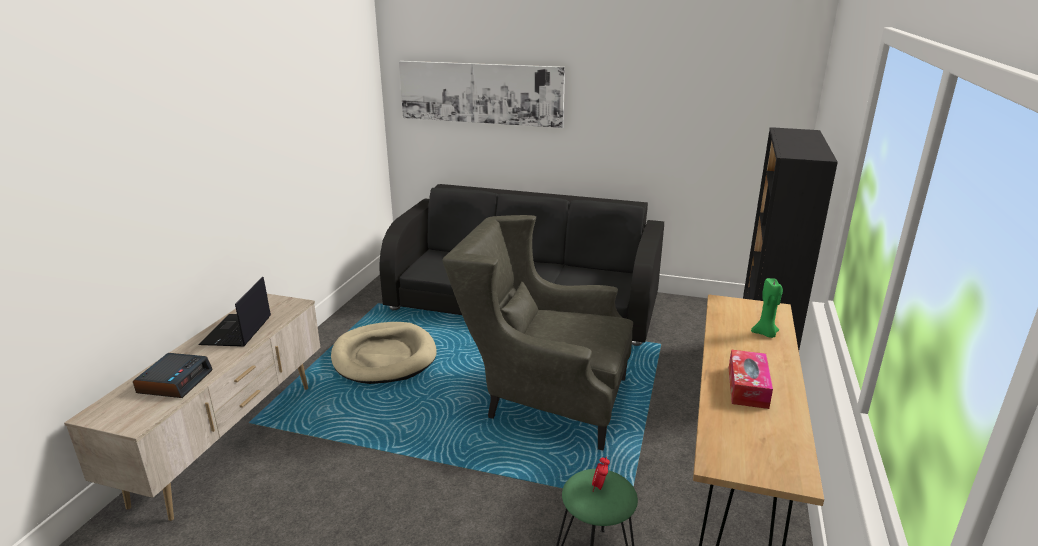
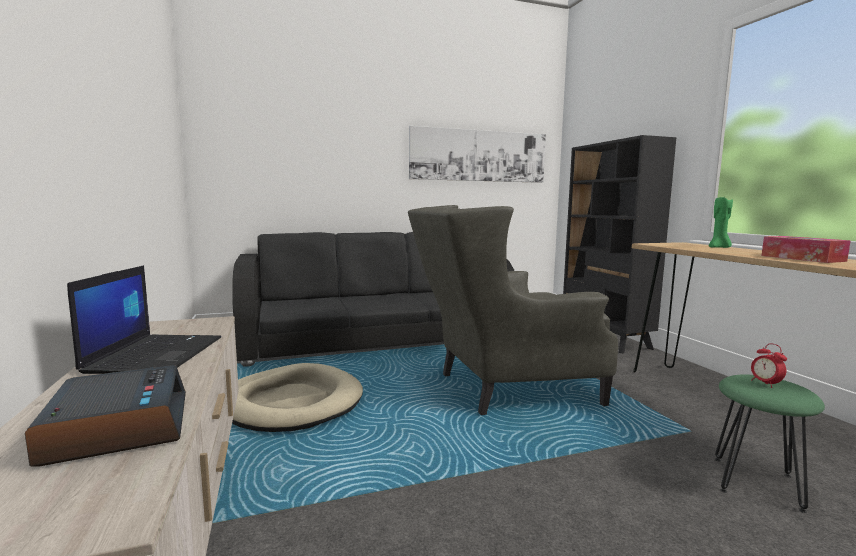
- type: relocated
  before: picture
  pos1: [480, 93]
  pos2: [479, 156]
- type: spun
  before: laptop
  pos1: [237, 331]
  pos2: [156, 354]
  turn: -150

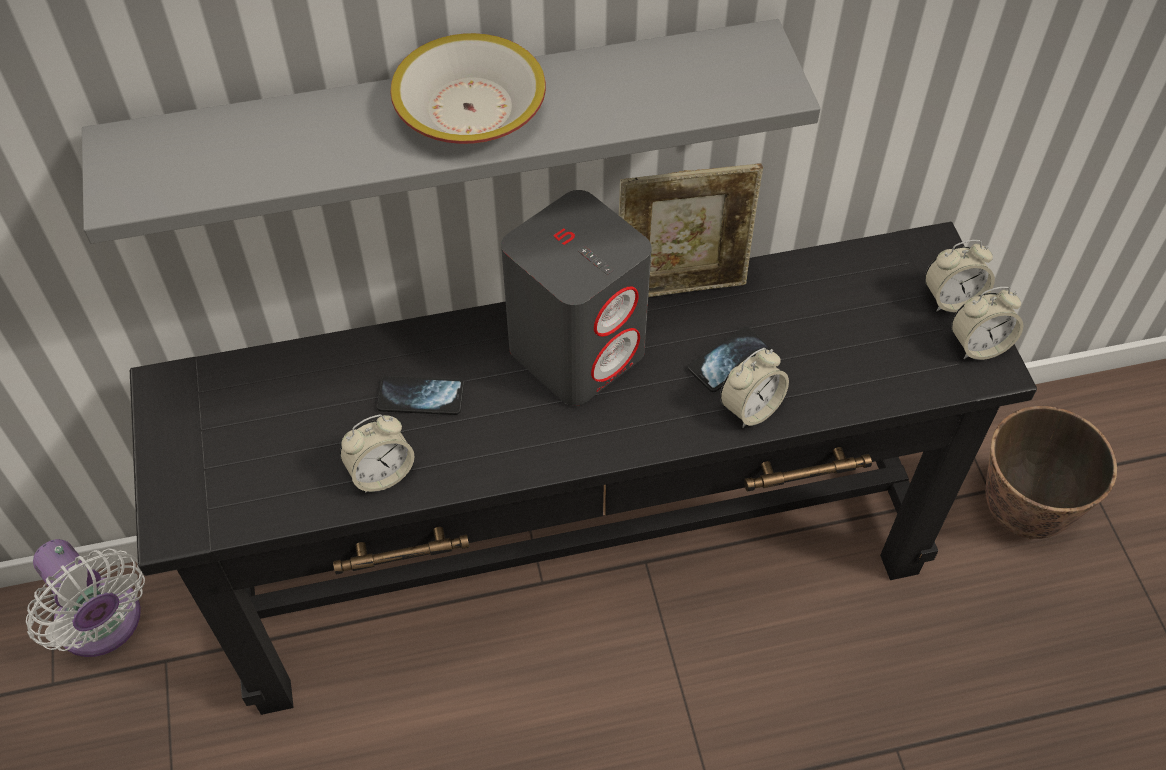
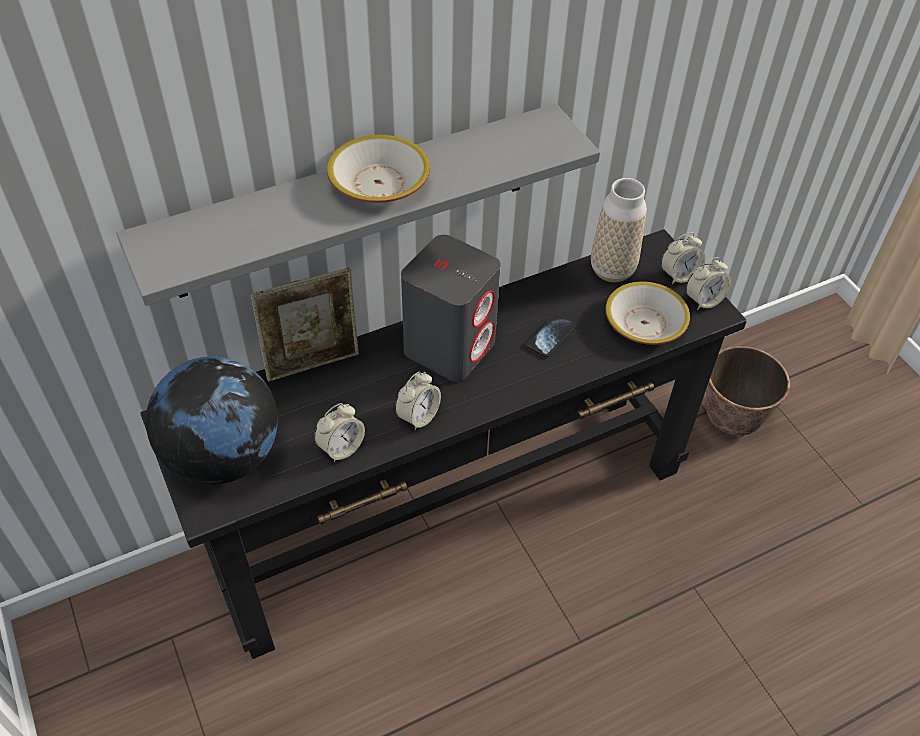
- type: relocated
  before: picture frame
  pos1: [681, 286]
  pos2: [313, 363]
- type: relocated
  before: alarm clock
  pos1: [750, 408]
  pos2: [418, 416]
- type: missing
  before: phone
  pos1: [421, 397]
- type: missing
  before: fan/white
  pos1: [103, 625]
- type: appeared
  after: vase
  pos2: [612, 270]
- type: appeared
  after: bowl
  pos2: [644, 323]
- type: appeared
  after: globe
  pos2: [223, 456]

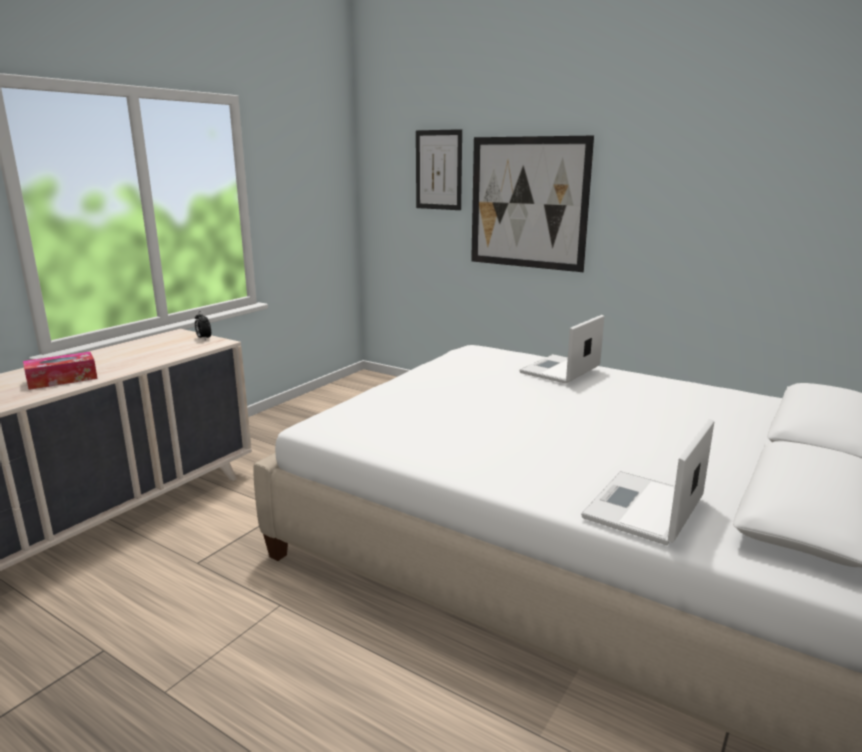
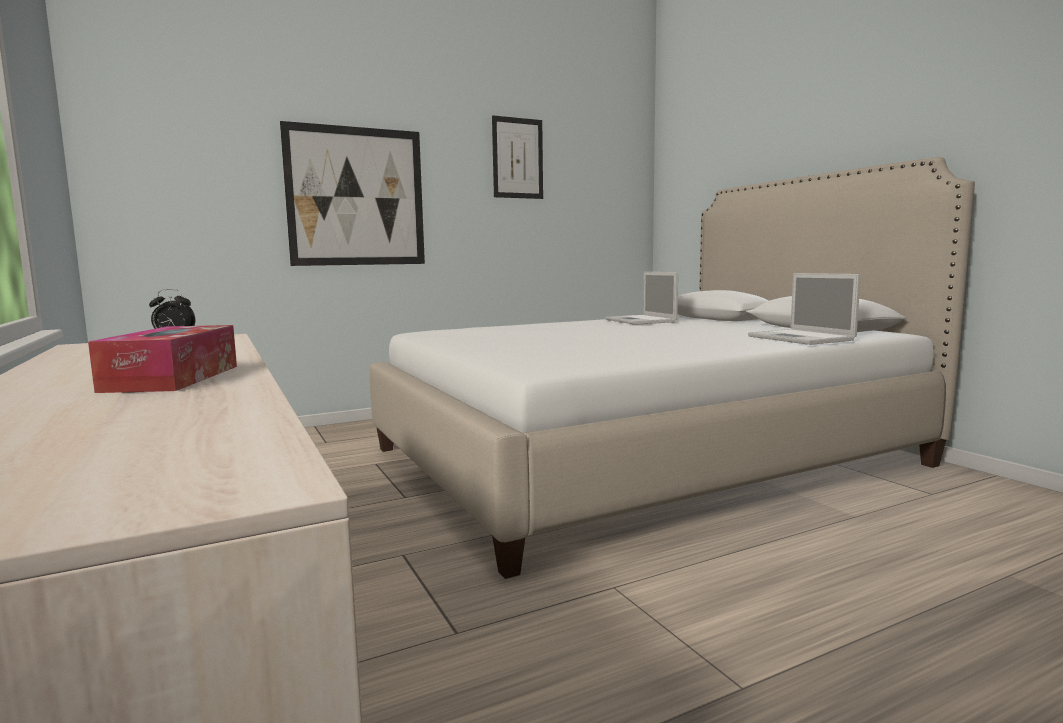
- type: relocated
  before: picture
  pos1: [438, 170]
  pos2: [517, 158]
- type: relocated
  before: laptop
  pos1: [559, 370]
  pos2: [641, 321]

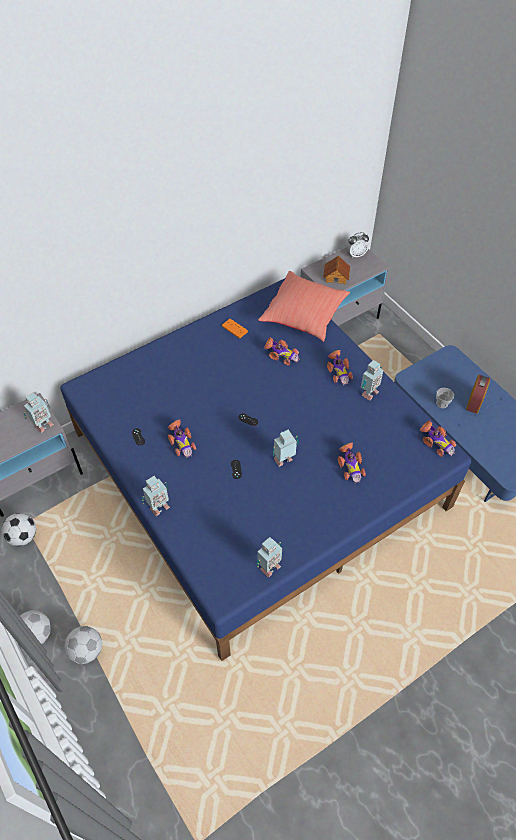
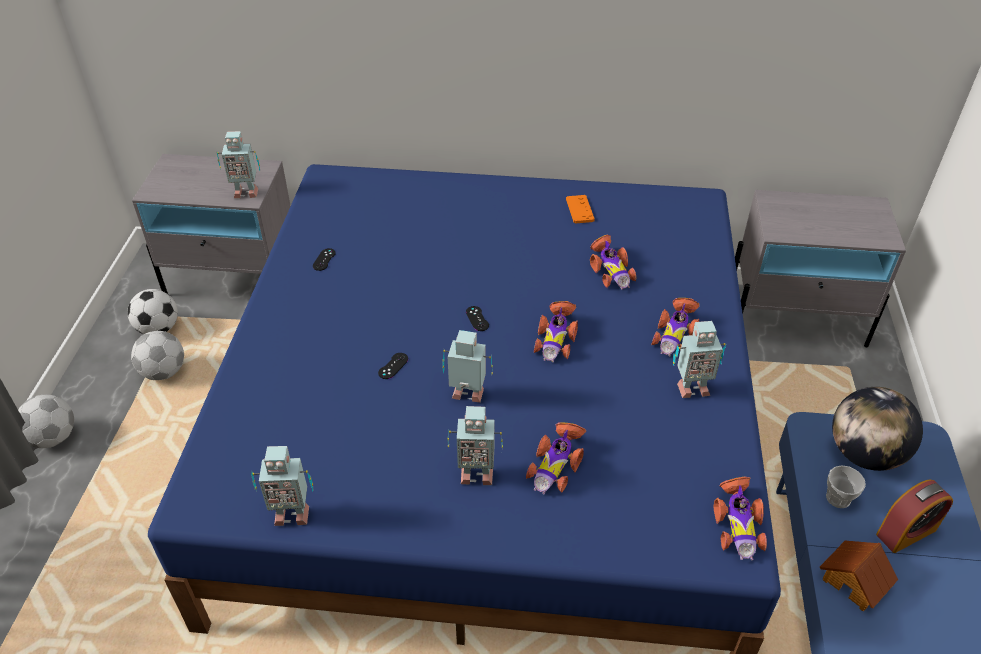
- type: missing
  before: alarm clock
  pos1: [356, 254]
- type: relocated
  before: toy house
  pos1: [336, 276]
  pos2: [855, 581]
- type: missing
  before: pillow/red
  pos1: [304, 316]
- type: relocated
  before: toy car
  pos1: [181, 442]
  pos2: [556, 338]
- type: relocated
  before: toy robot
  pos1: [158, 507]
  pos2: [475, 473]
- type: relocated
  before: football
  pos1: [86, 650]
  pos2: [164, 371]
- type: appeared
  after: globe
  pos2: [864, 454]

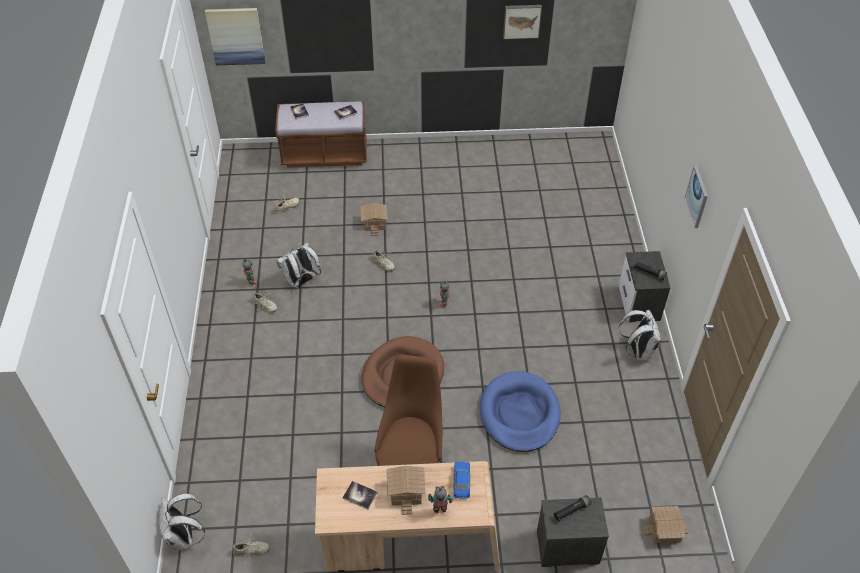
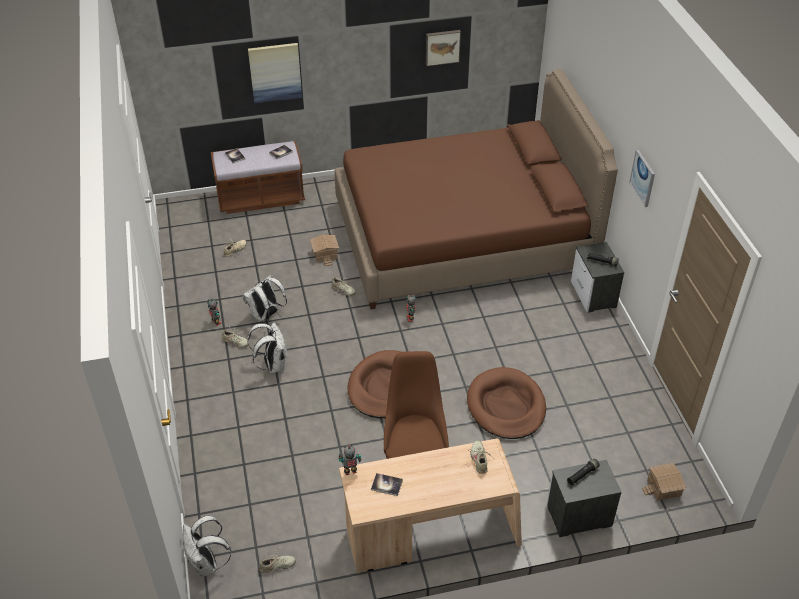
- type: relocated
  before: picture
  pos1: [236, 36]
  pos2: [275, 72]
- type: relocated
  before: backpack/white
  pos1: [638, 351]
  pos2: [272, 365]
- type: colour
  before: dog bed/blue
  after: dog bed/brown
  pos1: [519, 414]
  pos2: [506, 406]
- type: exchanged
  before: toy car/blue
  after: shoe/beige
  pos1: [461, 482]
  pos2: [479, 459]
- type: missing
  before: toy house
  pos1: [405, 491]
- type: relocated
  before: toy robot
  pos1: [440, 510]
  pos2: [350, 472]
- type: appeared
  after: bed/brown
  pos2: [462, 237]

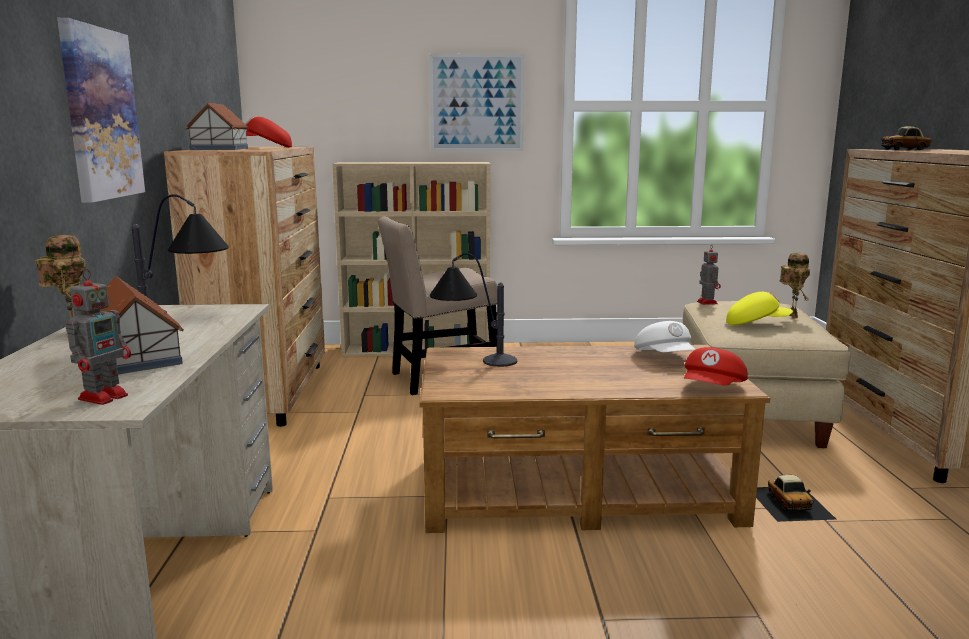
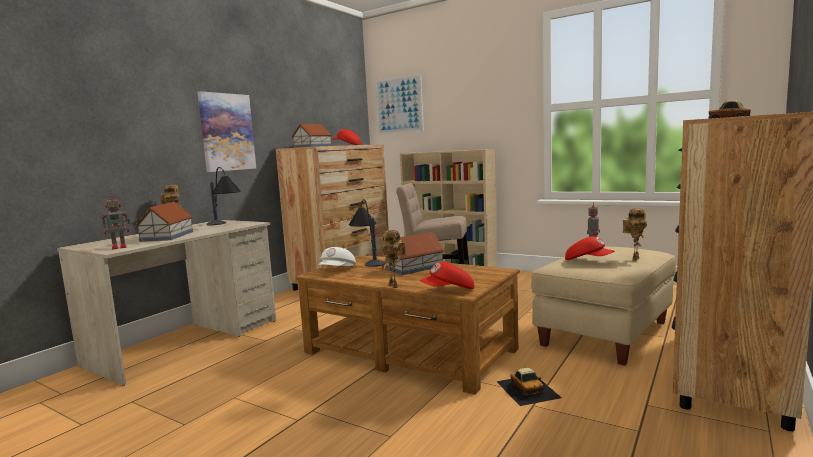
- type: relocated
  before: picture
  pos1: [477, 103]
  pos2: [399, 105]
- type: colour
  before: cap/yellow
  after: cap/red
  pos1: [756, 324]
  pos2: [588, 261]
- type: relocated
  before: cap/white
  pos1: [665, 357]
  pos2: [337, 270]
- type: spun
  before: toy car
  pos1: [790, 502]
  pos2: [528, 389]
  turn: -45
- type: appeared
  after: toy robot
  pos2: [395, 286]
- type: appeared
  after: toy house
  pos2: [415, 267]

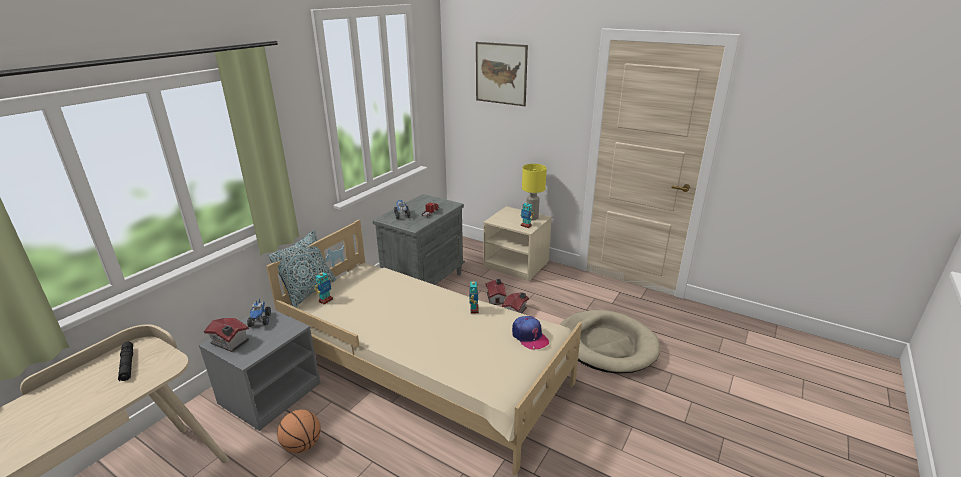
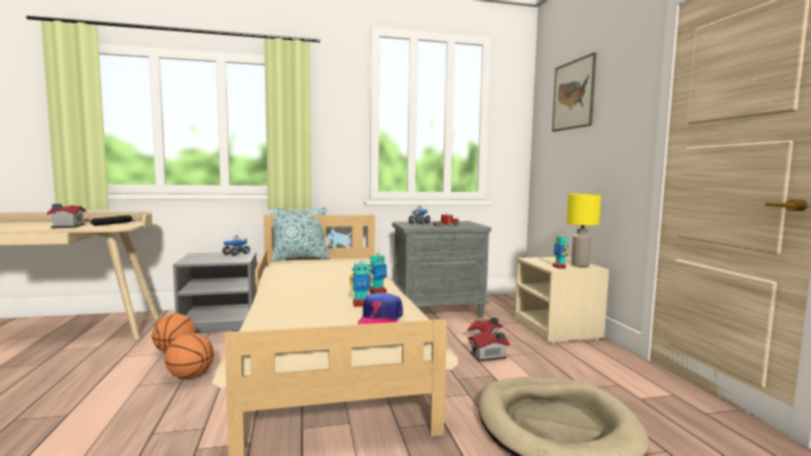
- type: relocated
  before: toy robot
  pos1: [325, 300]
  pos2: [361, 304]
- type: relocated
  before: toy house
  pos1: [229, 343]
  pos2: [67, 226]
- type: appeared
  after: basketball
  pos2: [190, 377]

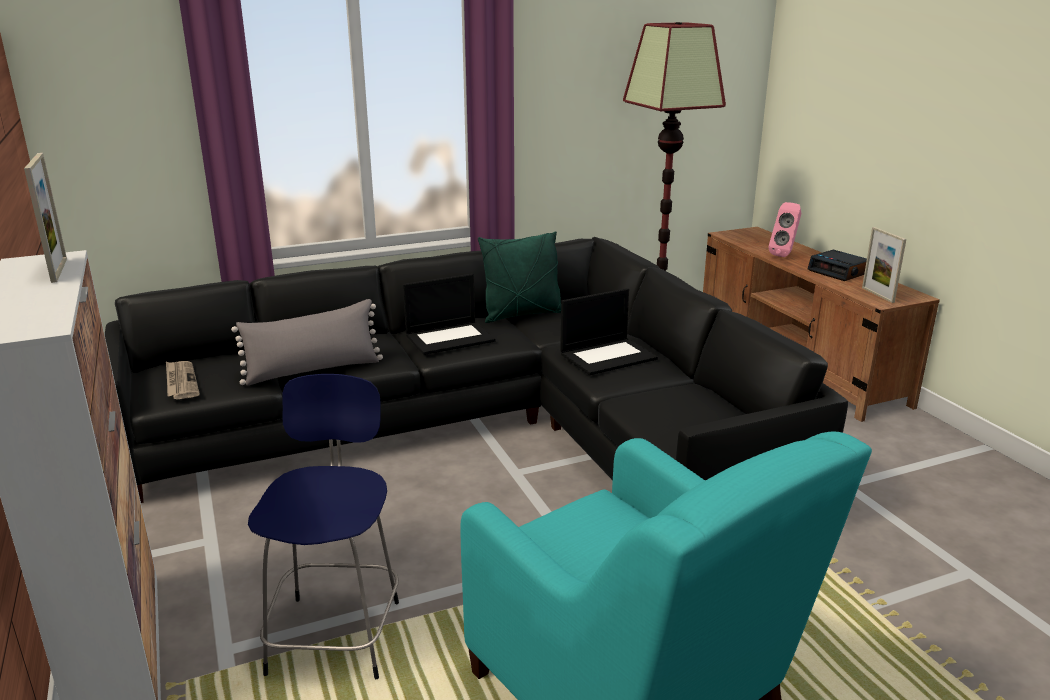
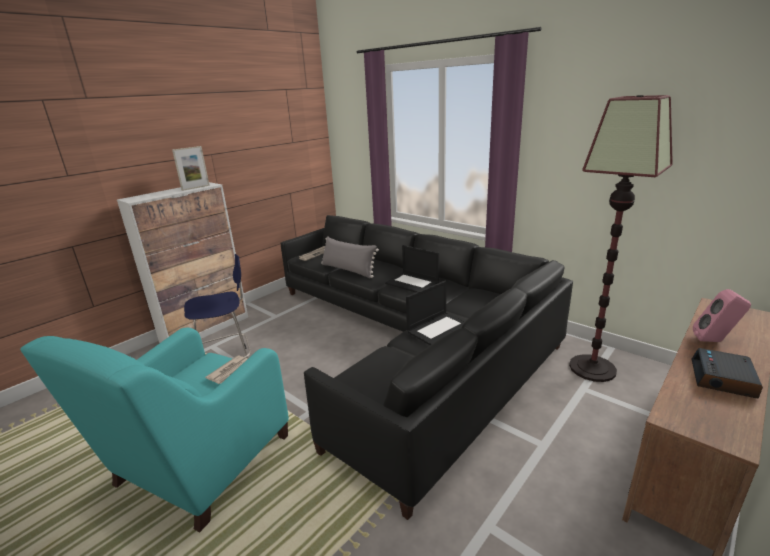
- type: missing
  before: picture frame
  pos1: [877, 295]
- type: missing
  before: pillow/green
  pos1: [522, 314]
- type: spun
  before: laptop
  pos1: [608, 356]
  pos2: [440, 329]
  turn: -75
- type: appeared
  after: newspaper
  pos2: [231, 371]

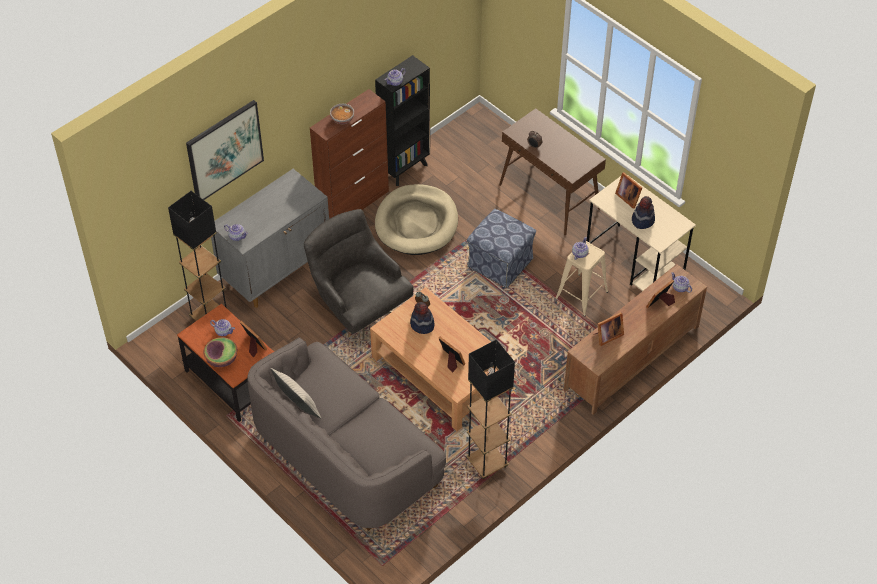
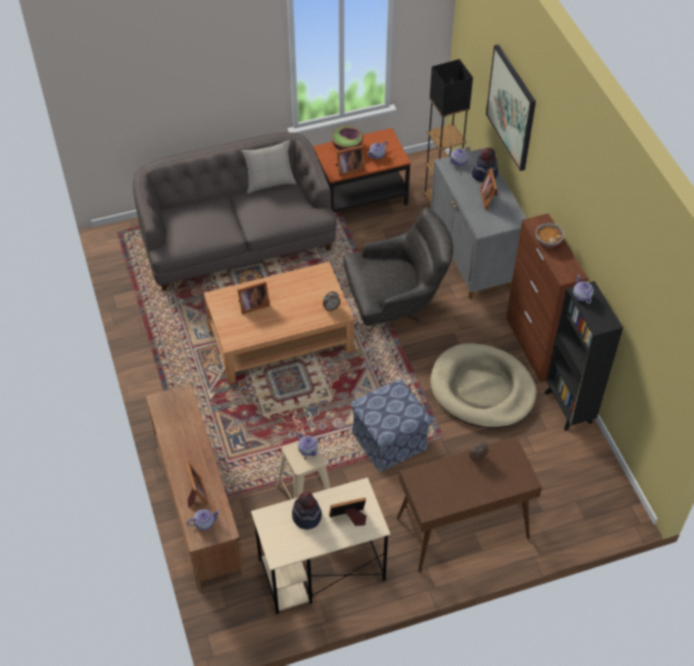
- type: relocated
  before: hat
  pos1: [422, 325]
  pos2: [484, 174]
- type: relocated
  before: picture frame
  pos1: [607, 336]
  pos2: [489, 198]
- type: missing
  before: floor lamp/black
  pos1: [487, 463]

